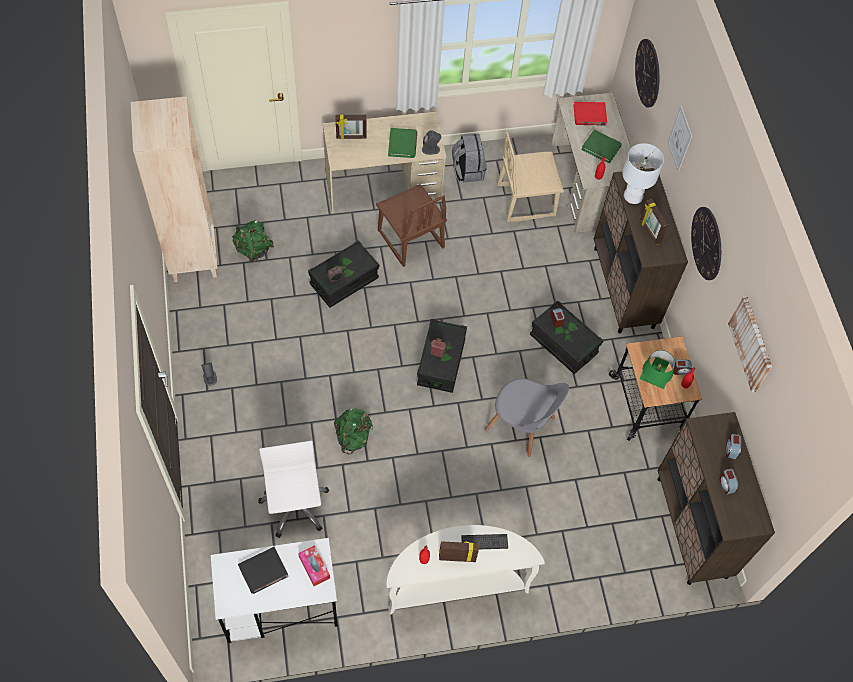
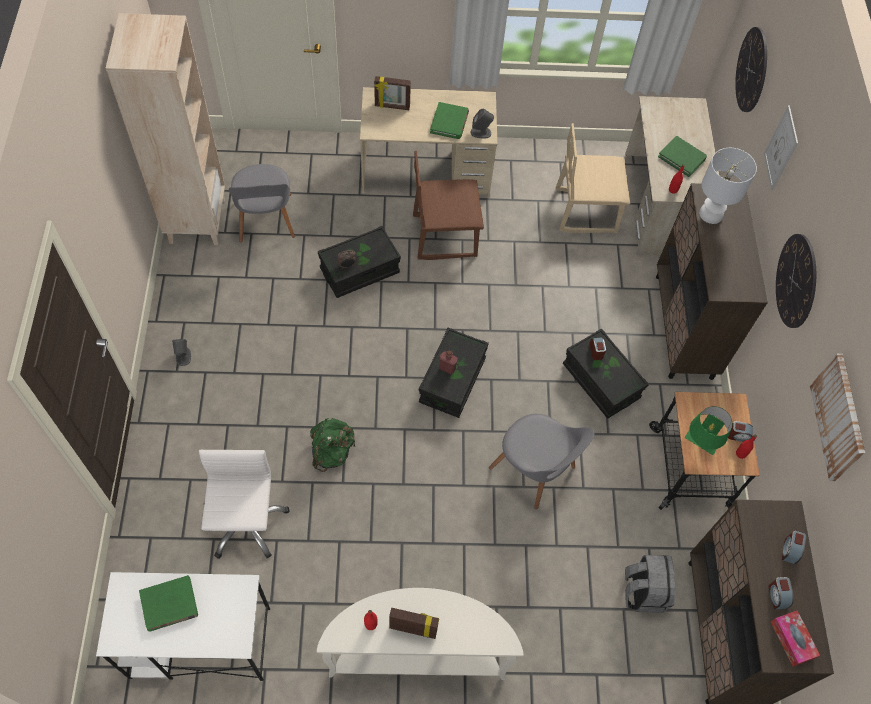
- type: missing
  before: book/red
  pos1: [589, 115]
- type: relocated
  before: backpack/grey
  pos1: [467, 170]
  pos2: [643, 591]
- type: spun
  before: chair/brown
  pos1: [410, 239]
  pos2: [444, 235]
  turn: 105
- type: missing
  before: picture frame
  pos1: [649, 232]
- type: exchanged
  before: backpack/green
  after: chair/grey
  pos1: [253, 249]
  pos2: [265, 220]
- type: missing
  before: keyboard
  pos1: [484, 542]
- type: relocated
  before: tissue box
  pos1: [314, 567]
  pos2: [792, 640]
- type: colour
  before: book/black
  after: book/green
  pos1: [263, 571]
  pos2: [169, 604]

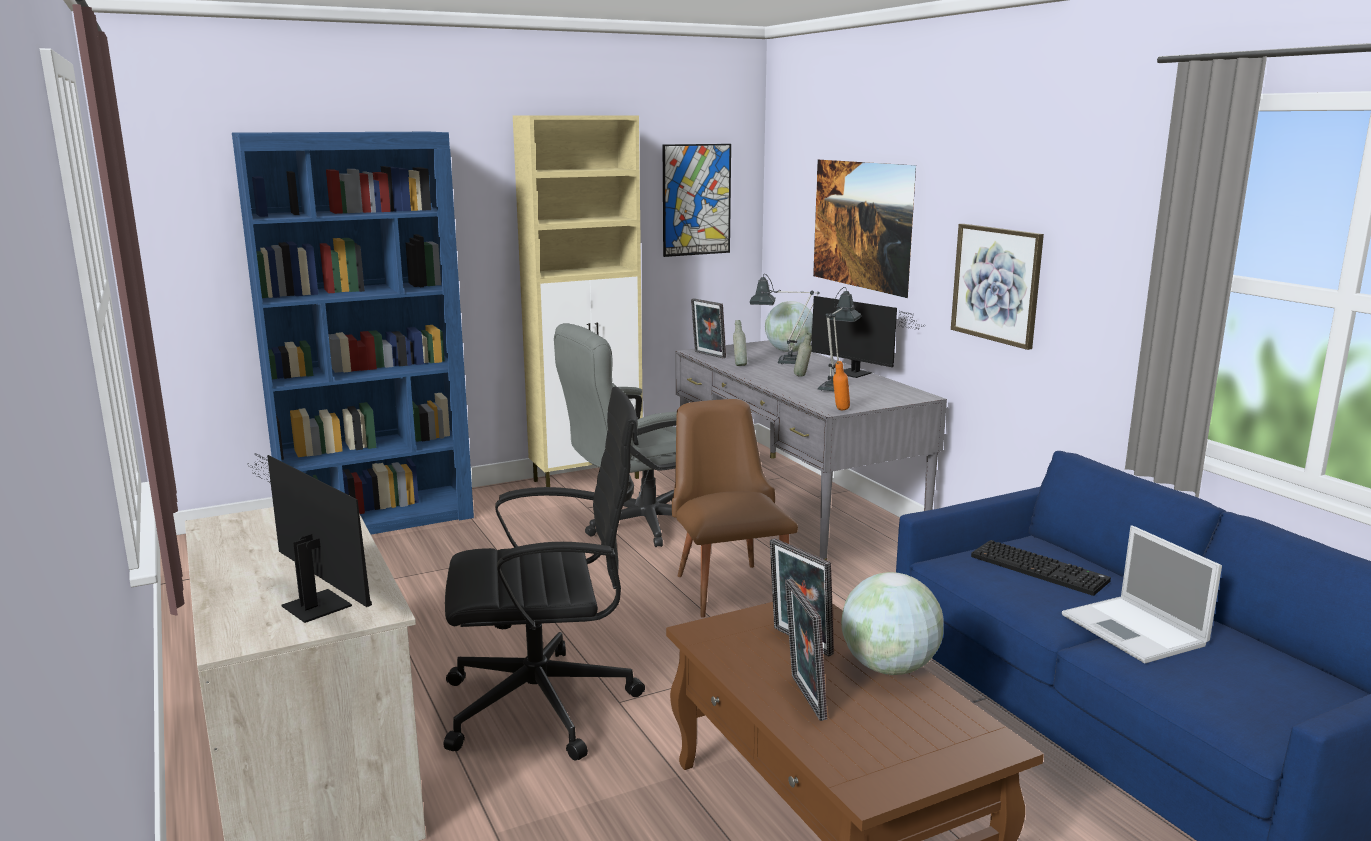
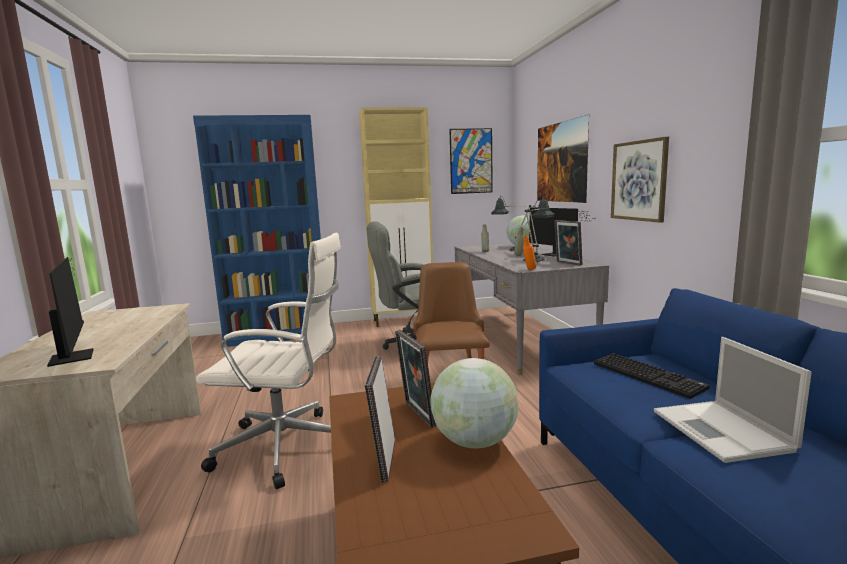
- type: relocated
  before: picture frame
  pos1: [708, 355]
  pos2: [567, 263]
- type: colour
  before: office chair/black
  after: office chair/white
  pos1: [546, 705]
  pos2: [287, 447]

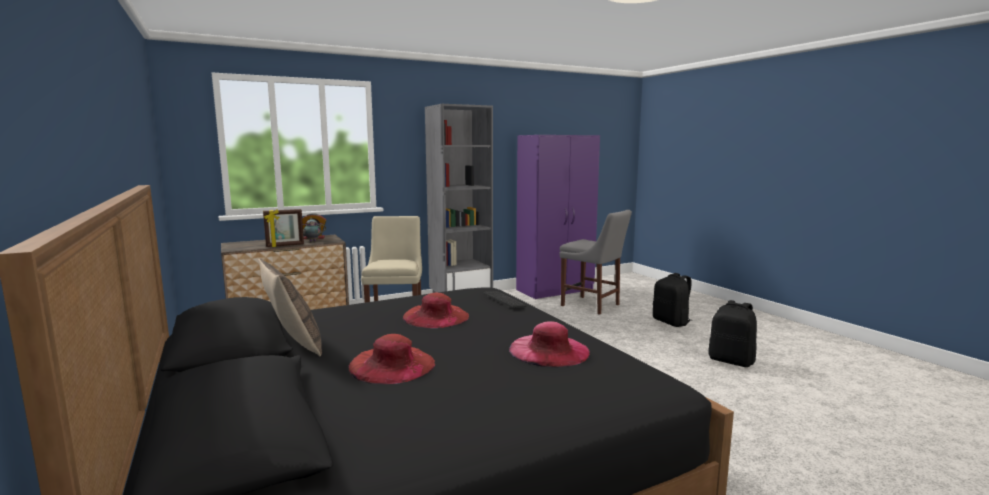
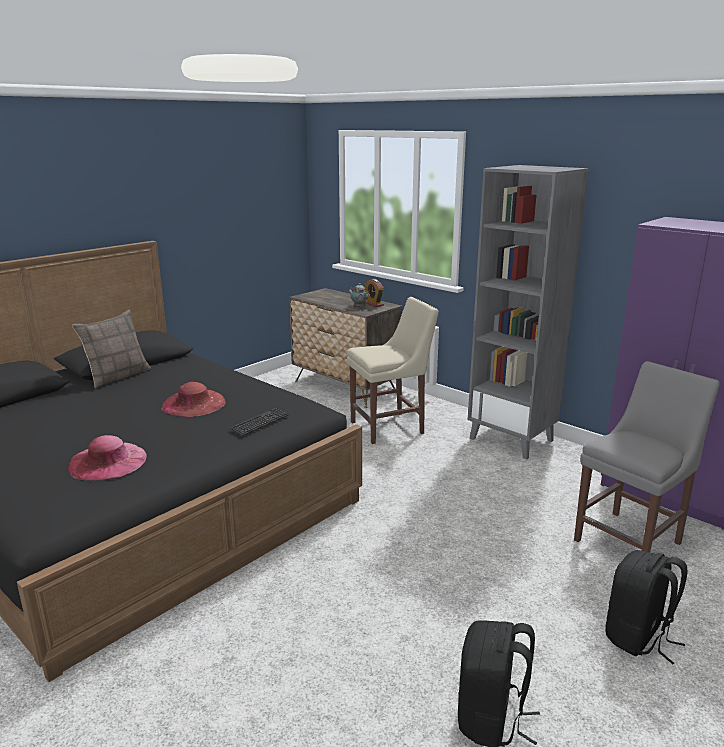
- type: missing
  before: picture frame
  pos1: [285, 245]
- type: spun
  before: chair/grey
  pos1: [592, 306]
  pos2: [631, 540]
  turn: -150
- type: missing
  before: hat/red
  pos1: [392, 364]

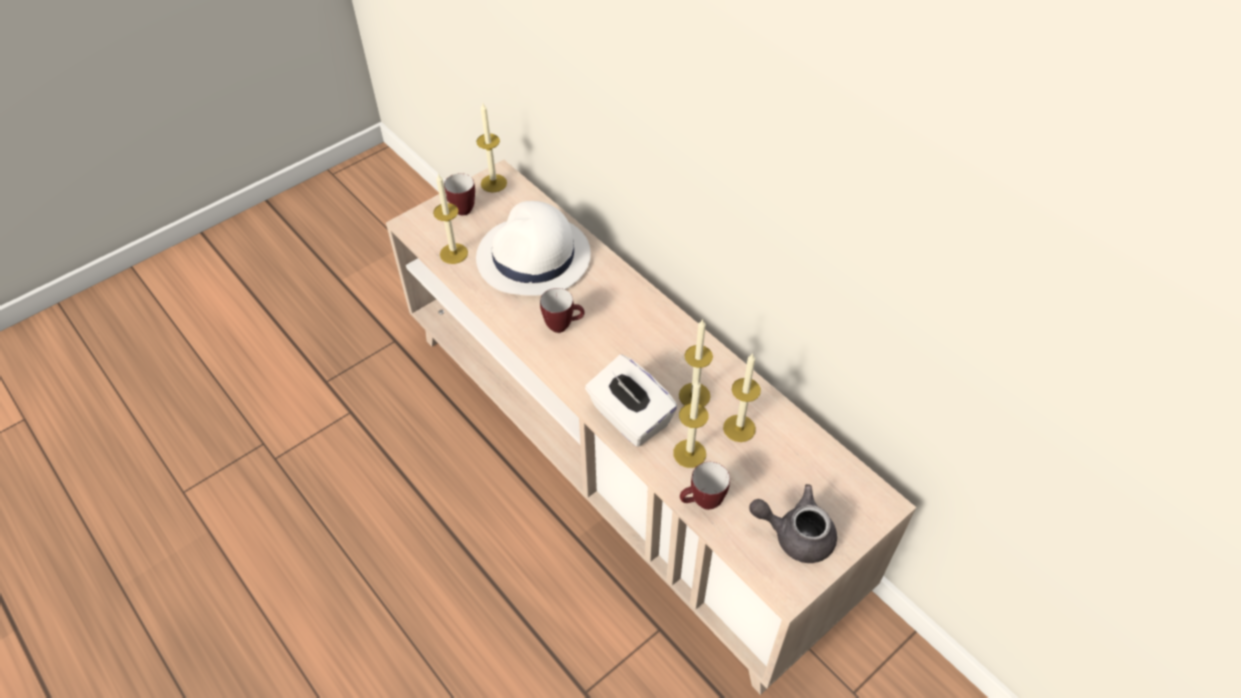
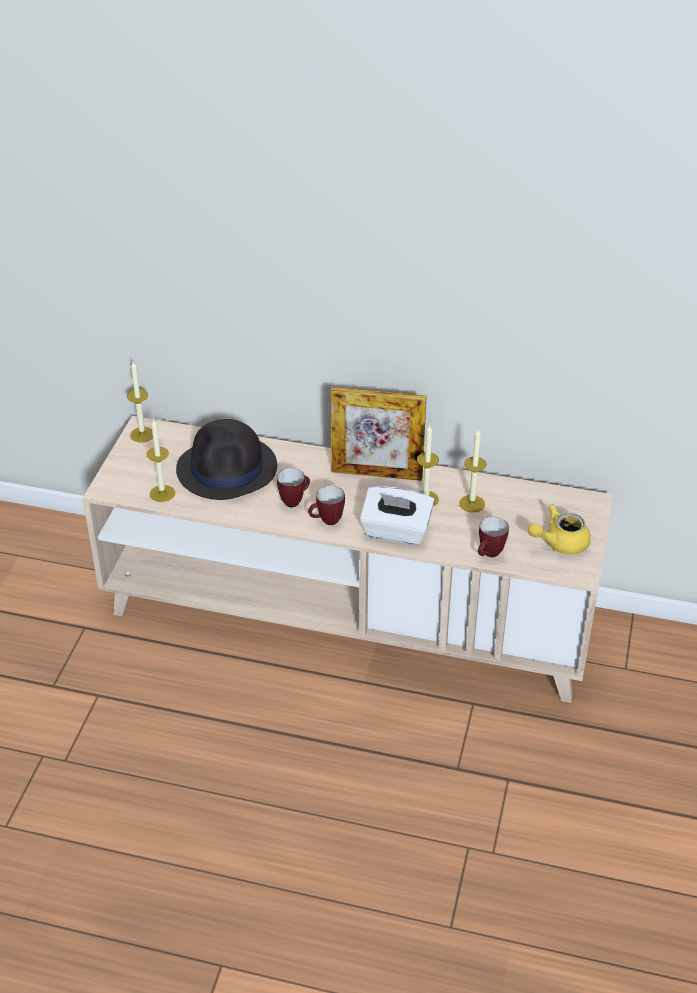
- type: relocated
  before: mug
  pos1: [459, 210]
  pos2: [326, 522]
- type: colour
  before: hat/white
  after: hat/black
  pos1: [534, 258]
  pos2: [227, 469]
- type: missing
  before: candle
  pos1: [689, 453]
- type: colour
  before: teapot/grey
  after: teapot/yellow
  pos1: [795, 534]
  pos2: [559, 542]
- type: appeared
  after: picture frame
  pos2: [377, 474]

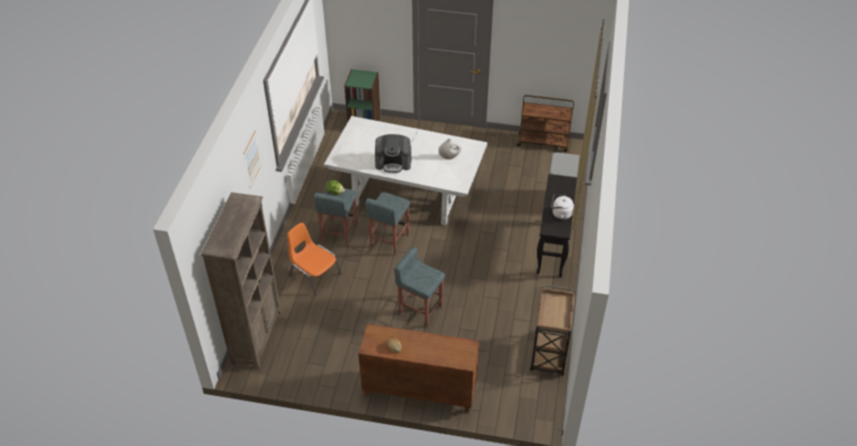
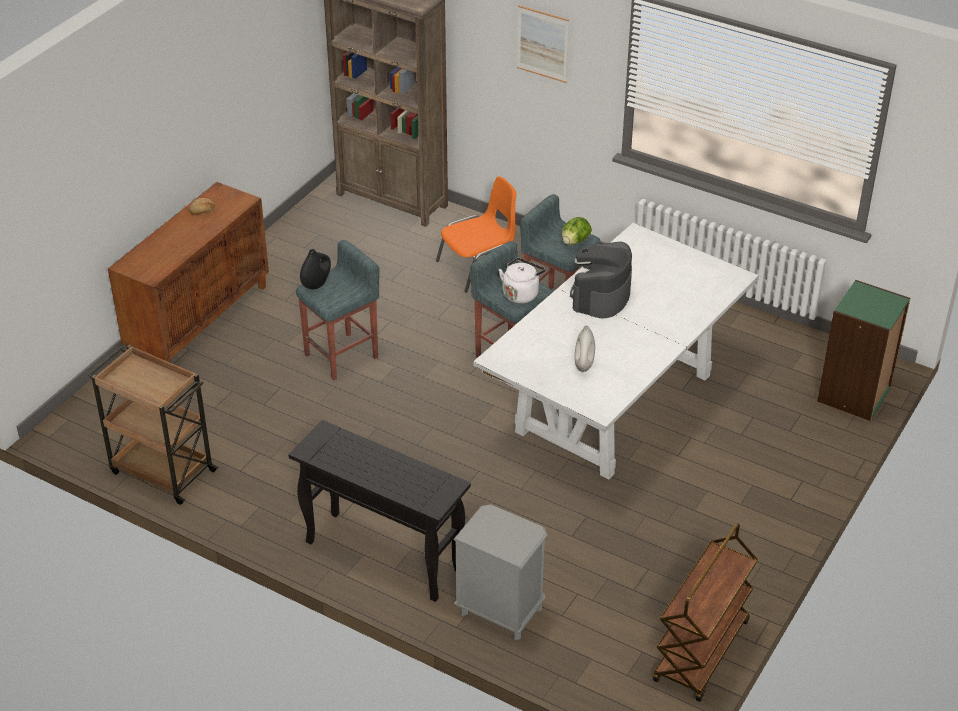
- type: relocated
  before: kettle/white
  pos1: [560, 214]
  pos2: [521, 293]
- type: appeared
  after: vase/black
  pos2: [316, 284]

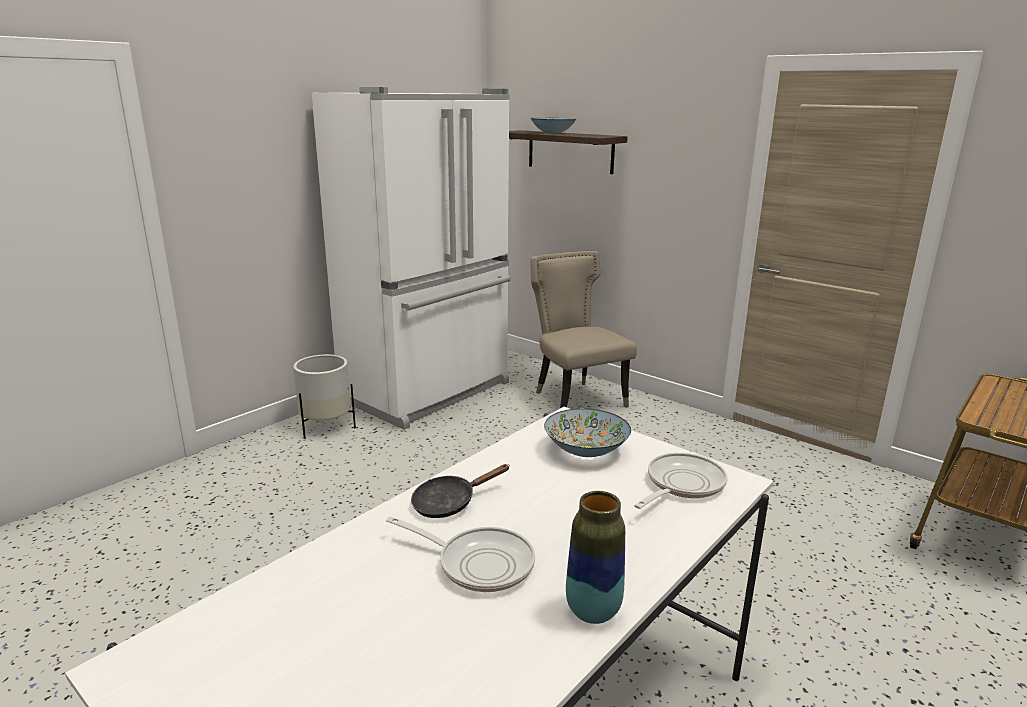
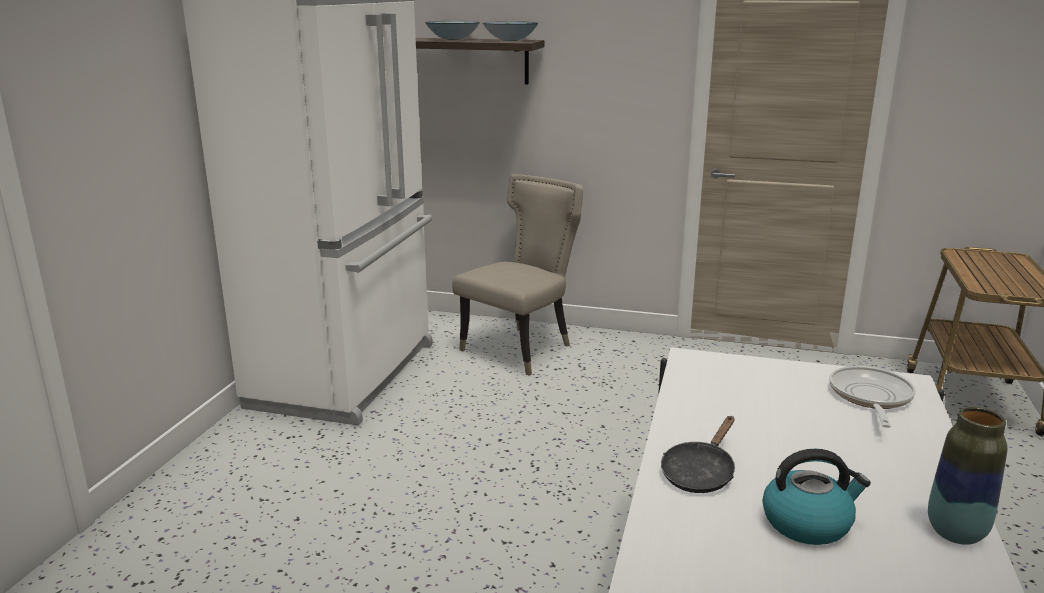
- type: spun
  before: chair/beige
  pos1: [575, 399]
  pos2: [522, 348]
  turn: 90
- type: missing
  before: planter/white
  pos1: [326, 427]
- type: relocated
  before: bowl
  pos1: [586, 450]
  pos2: [510, 40]
- type: exchanged
  before: frying pan
  after: kettle
  pos1: [479, 563]
  pos2: [807, 523]

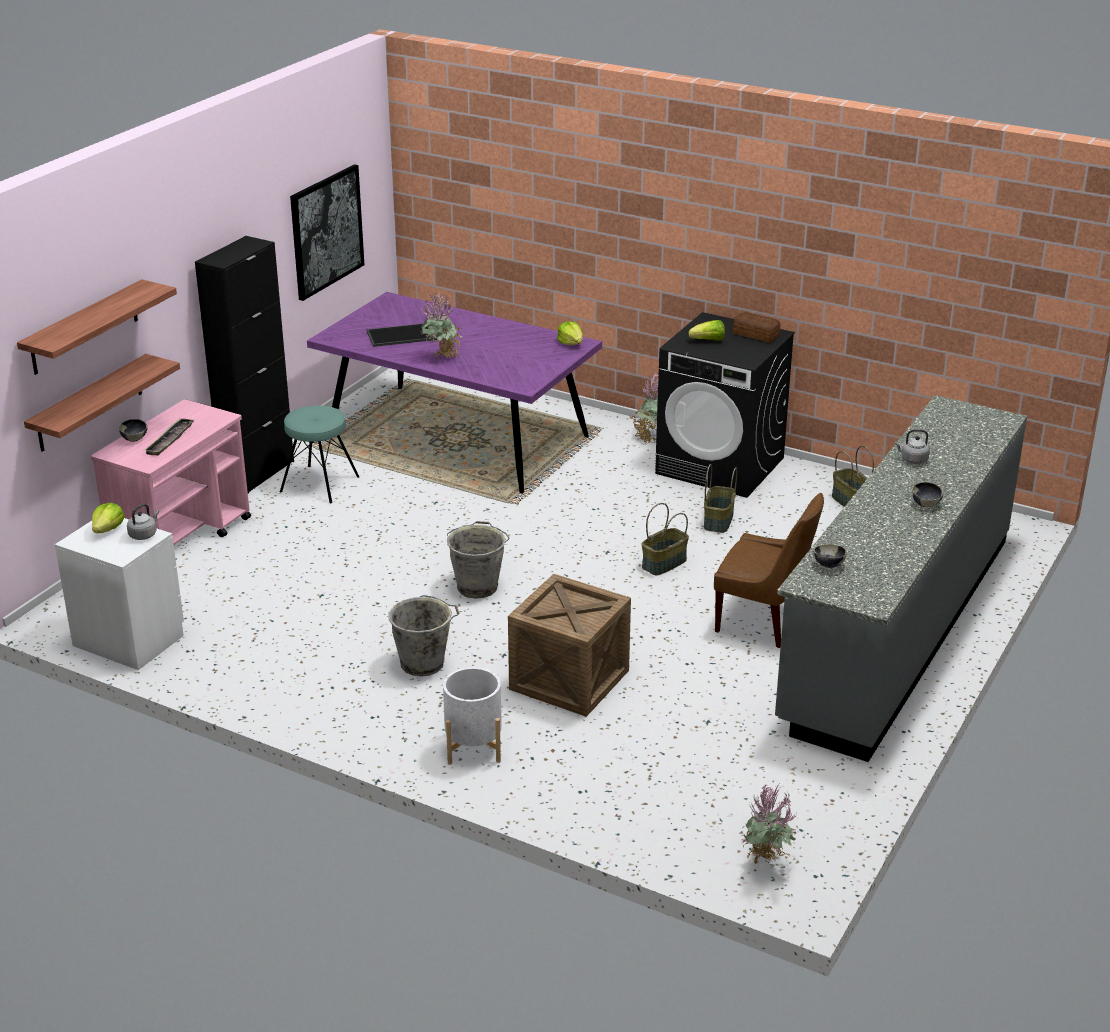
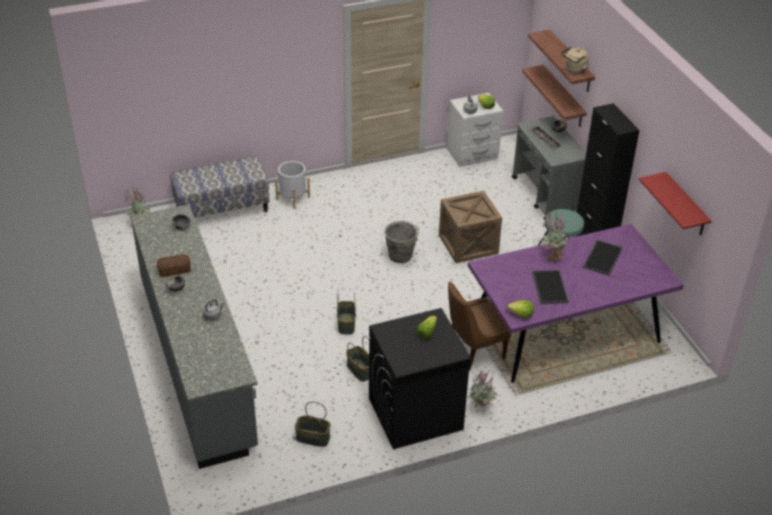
- type: exchanged
  before: picture
  after: shelf/red
  pos1: [326, 231]
  pos2: [685, 205]
- type: relocated
  before: bread
  pos1: [755, 334]
  pos2: [175, 270]
- type: colour
  before: cart/pink
  after: cart/grey
  pos1: [181, 539]
  pos2: [546, 196]
- type: relocated
  before: chair/brown
  pos1: [763, 621]
  pos2: [473, 350]
- type: relocated
  before: crate
  pos1: [569, 680]
  pos2: [468, 244]
- type: missing
  before: bucket/grey
  pos1: [424, 663]
- type: appeared
  after: kettle/beige
  pos2: [574, 70]
- type: appeared
  after: bench
  pos2: [222, 209]
- type: appeared
  after: tray
  pos2: [549, 287]

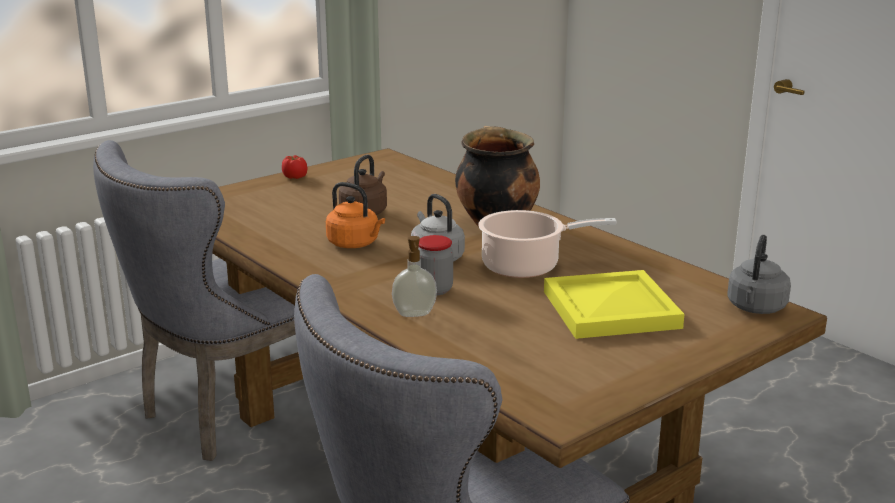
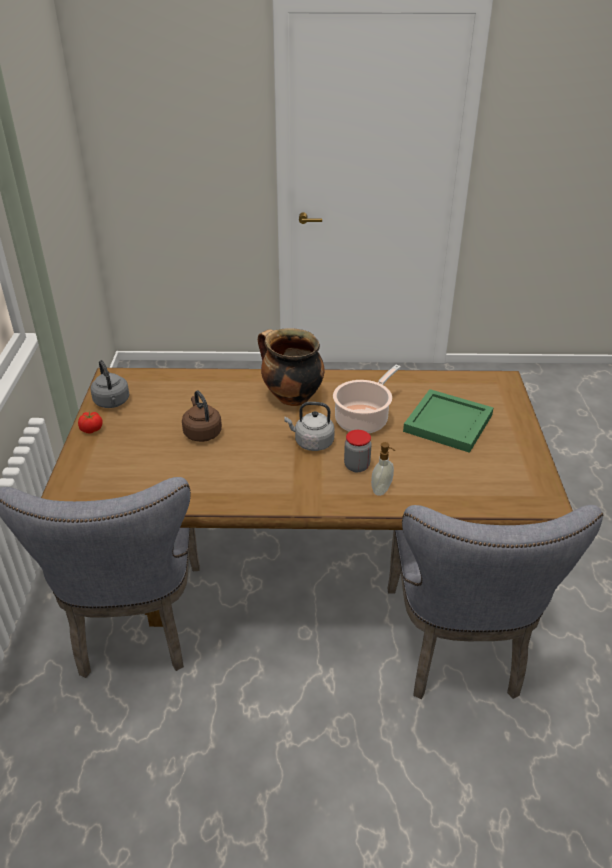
- type: missing
  before: kettle/orange
  pos1: [355, 244]
- type: relocated
  before: kettle/grey
  pos1: [755, 308]
  pos2: [112, 402]
- type: colour
  before: tray/yellow
  after: tray/green
  pos1: [613, 310]
  pos2: [449, 423]

